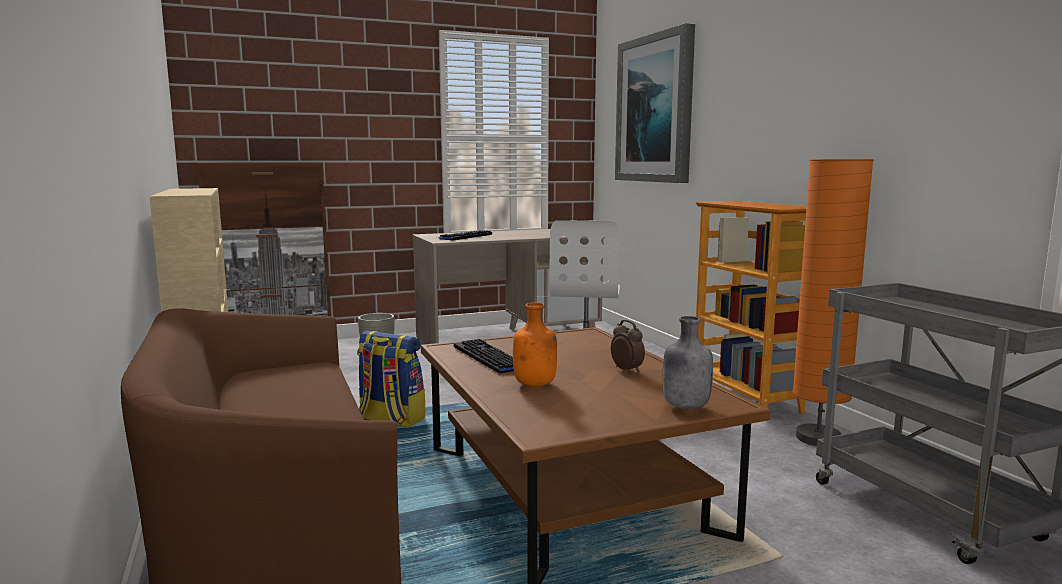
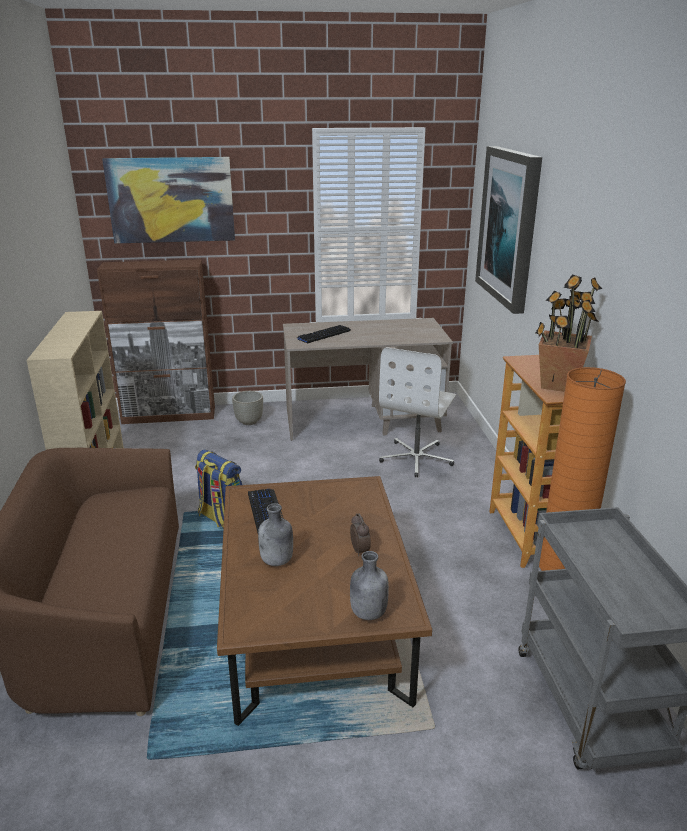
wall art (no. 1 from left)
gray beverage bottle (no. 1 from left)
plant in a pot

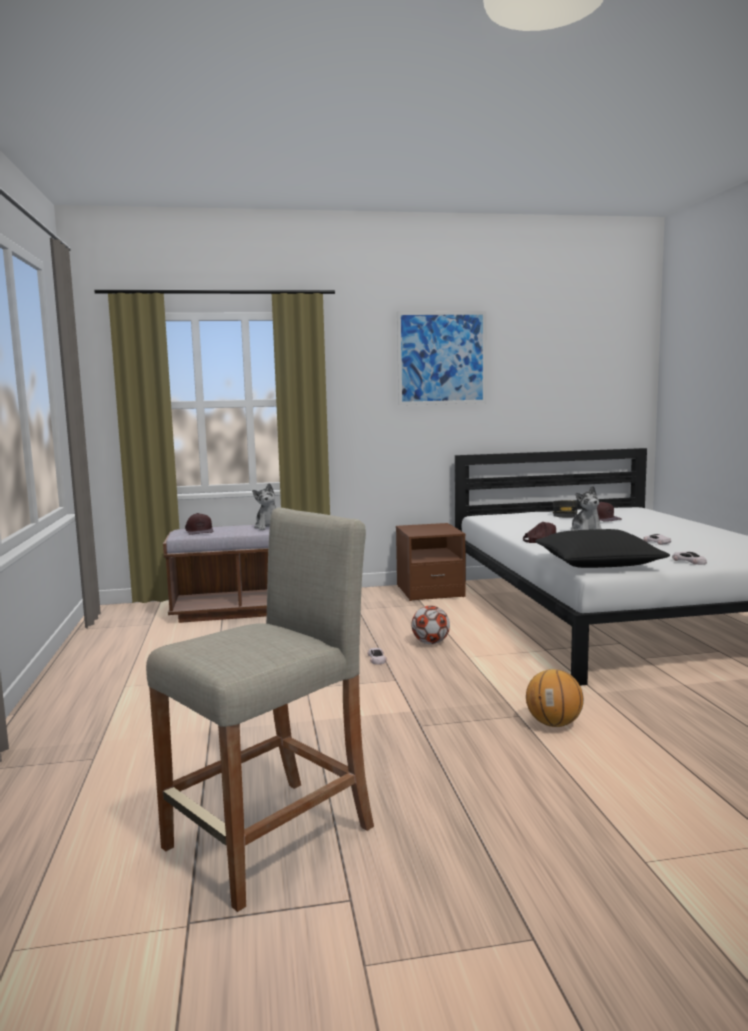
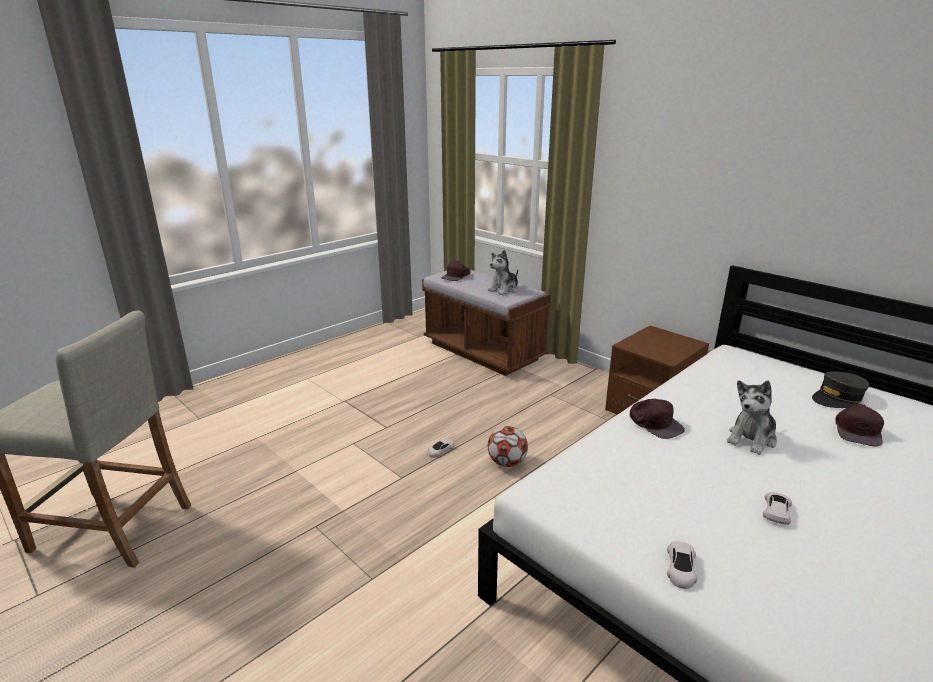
wall art
ball for basketball
black-coloured throw pillow

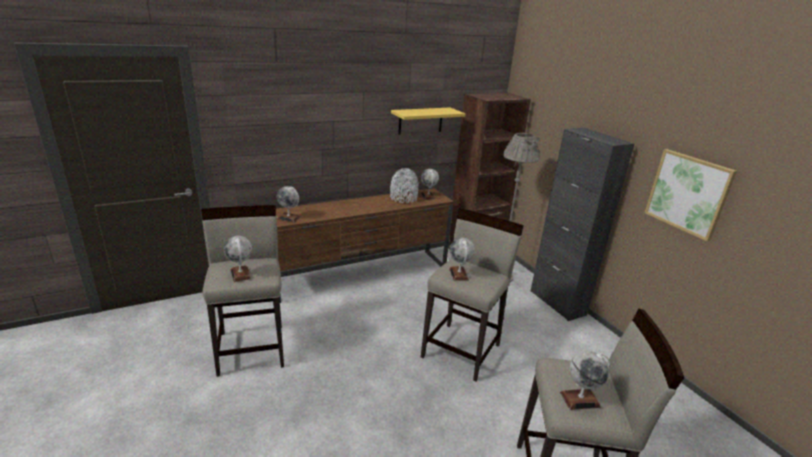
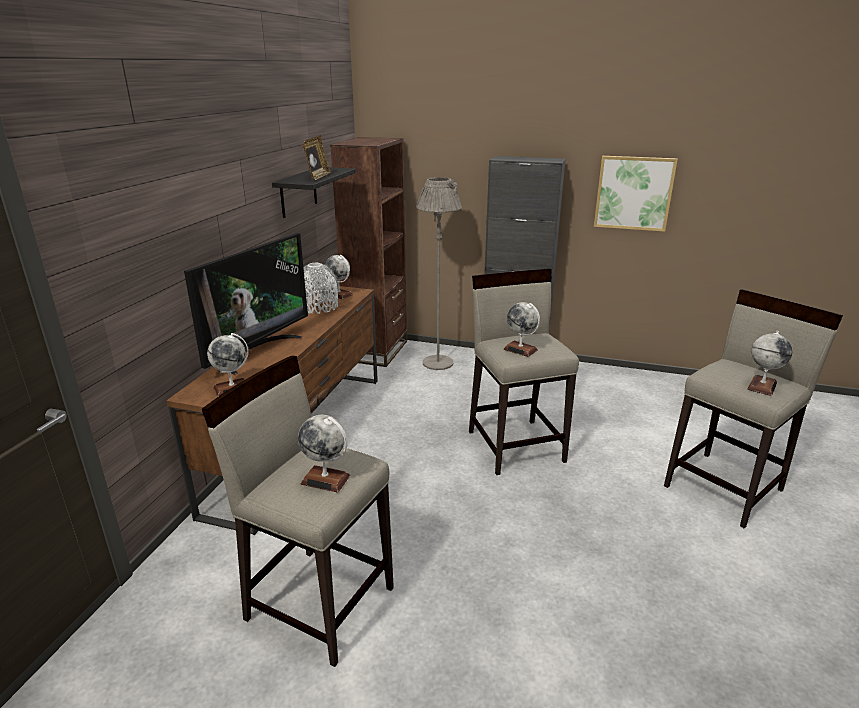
TV
black-coloured shelf
picture frame

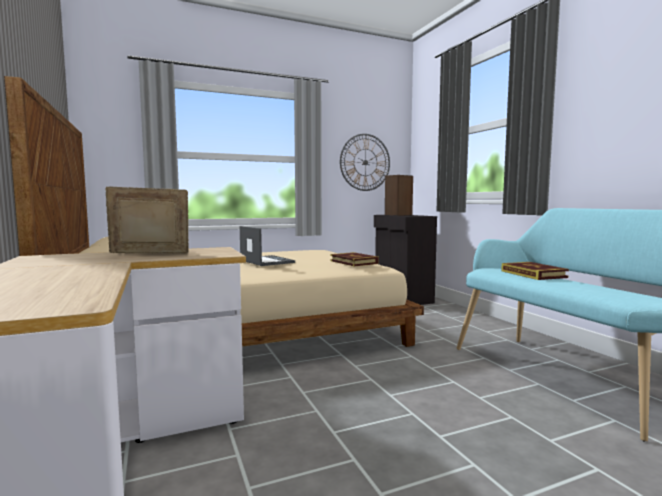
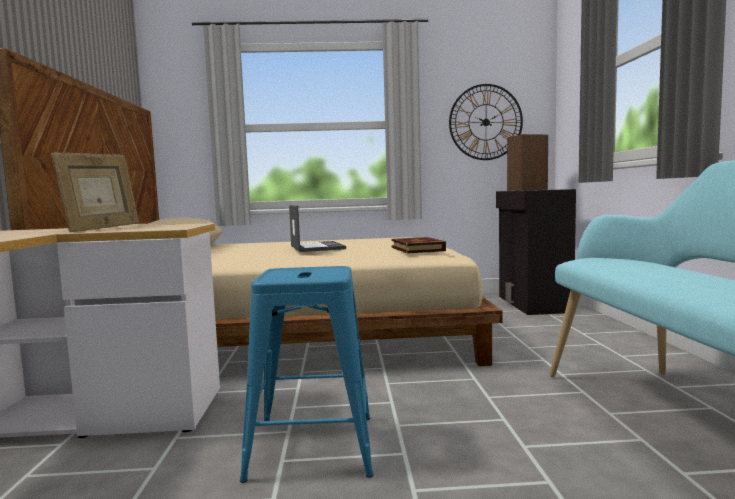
picture frame
bluish stool
book (no. 2 from left in the first image)

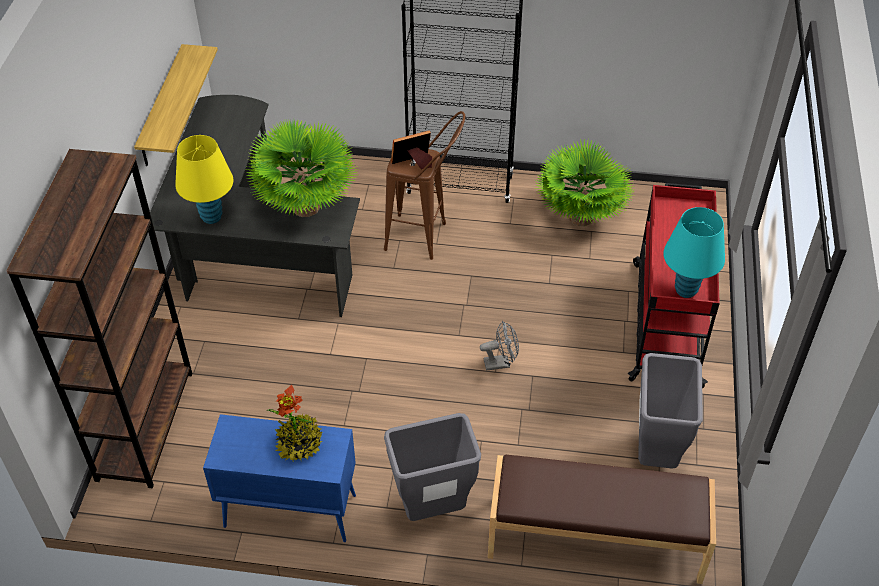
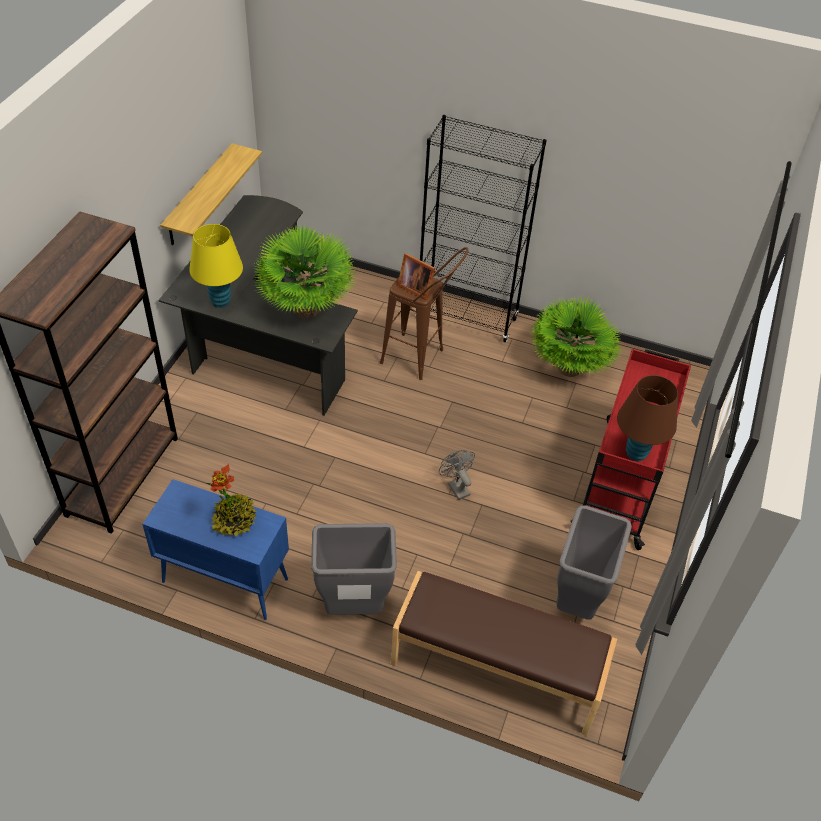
picture frame
gray electric fan
brownish tabletop lamp

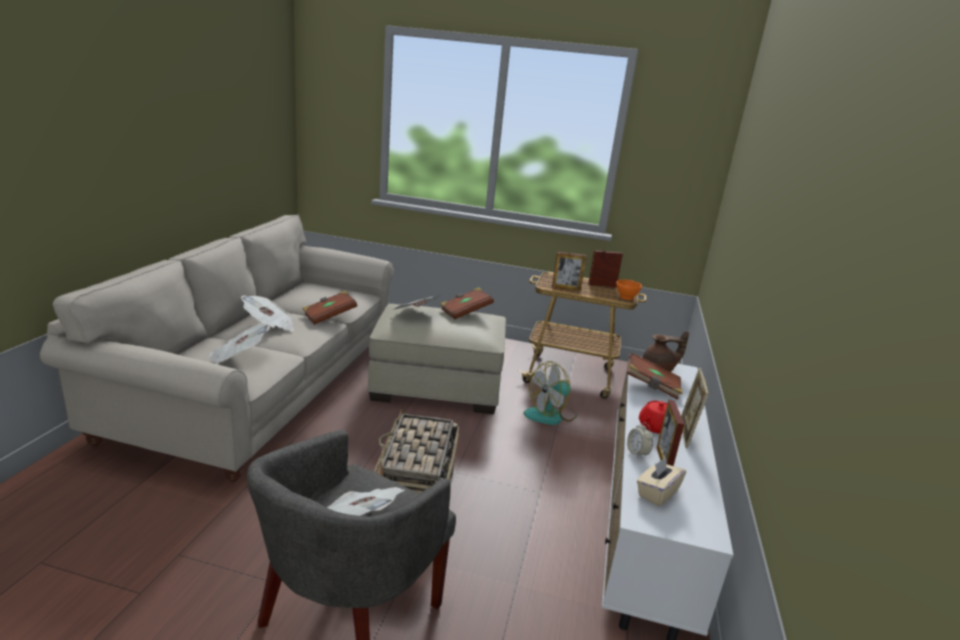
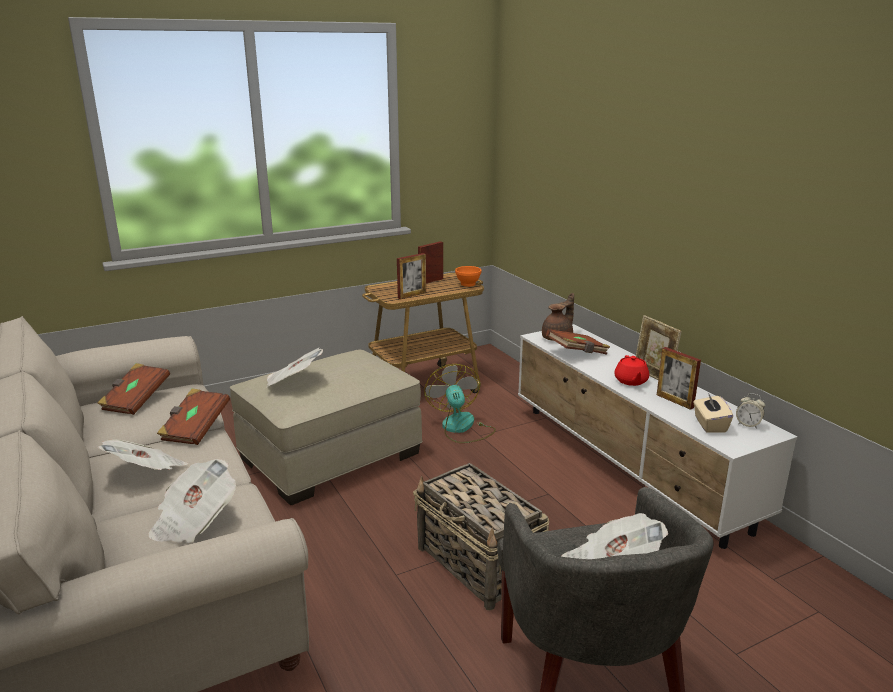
brownish book (no. 1 from left)
electric fan
bedside clock

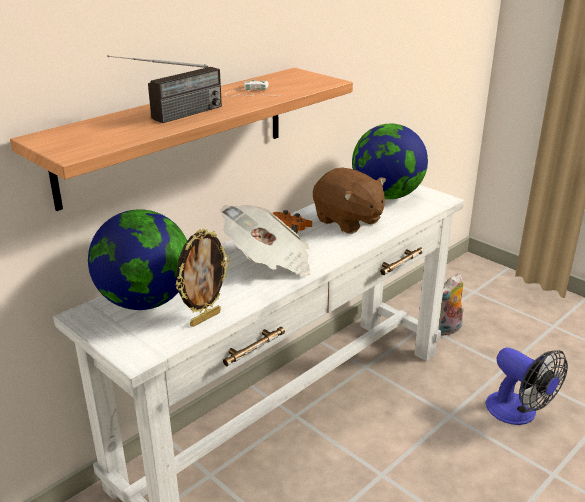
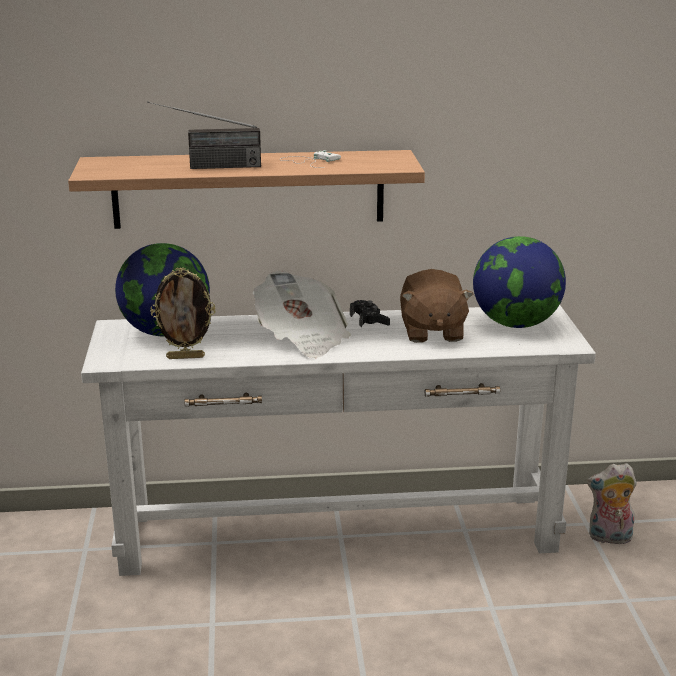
black-coloured joypad
electric fan

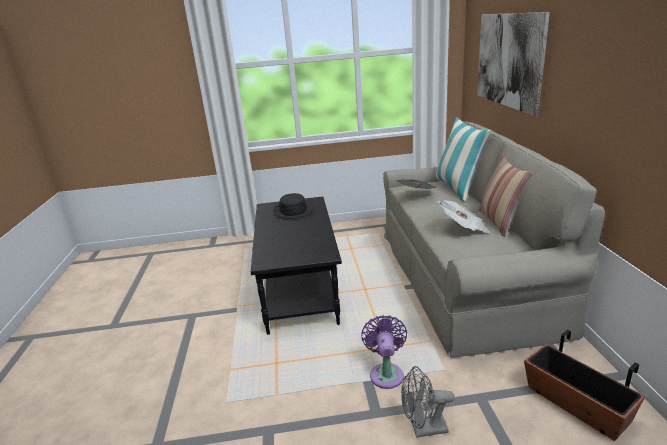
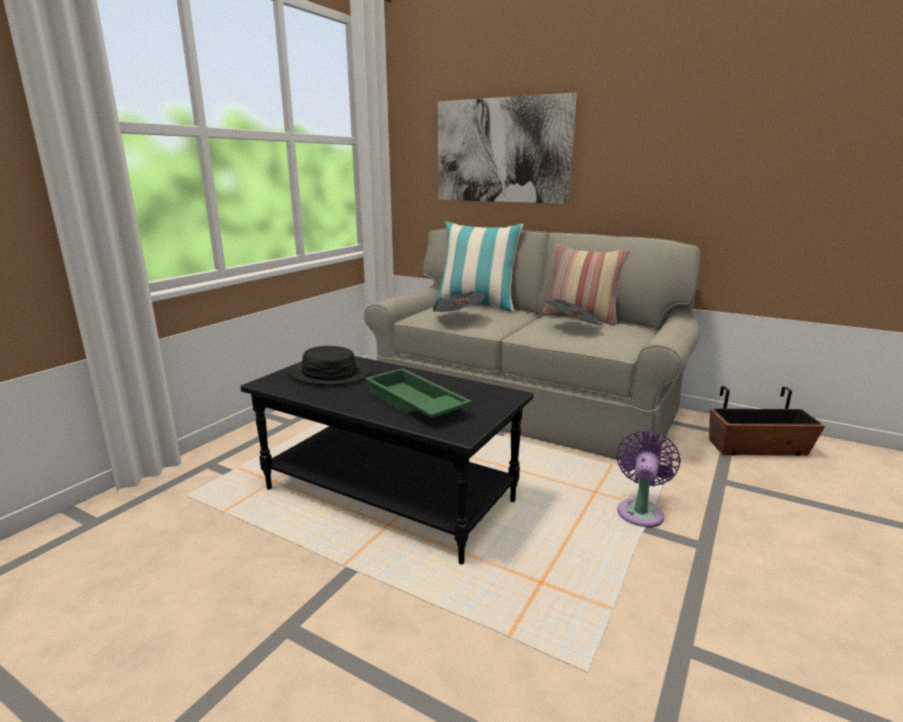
green serving tray
purple-coloured electric fan
gray electric fan

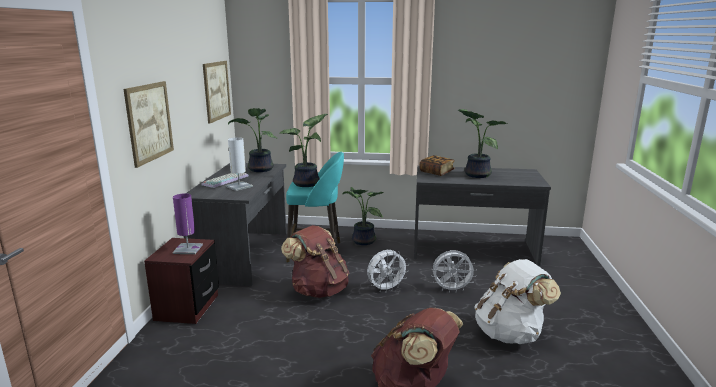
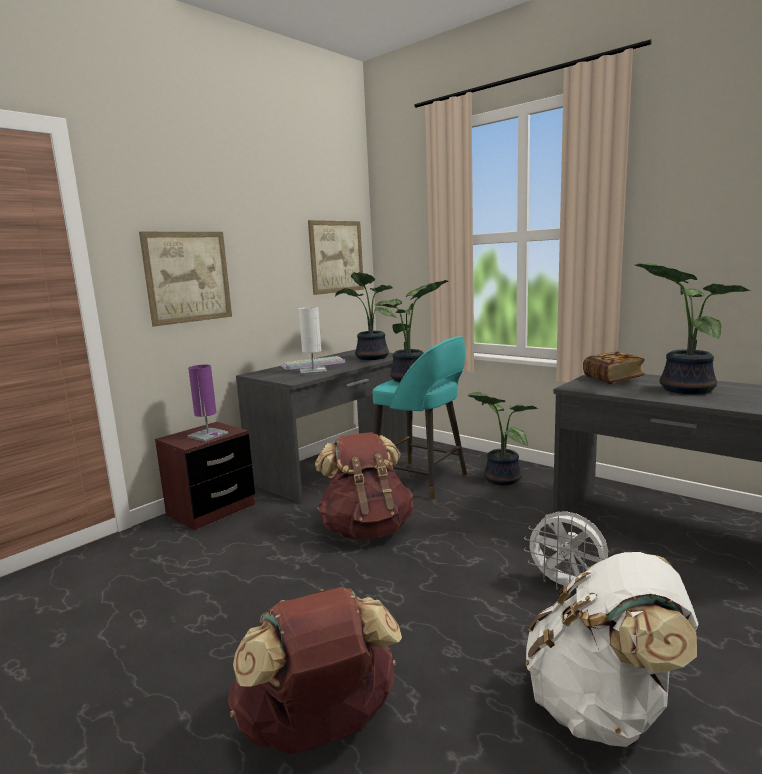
white-coloured electric fan (no. 1 from left in the first image)

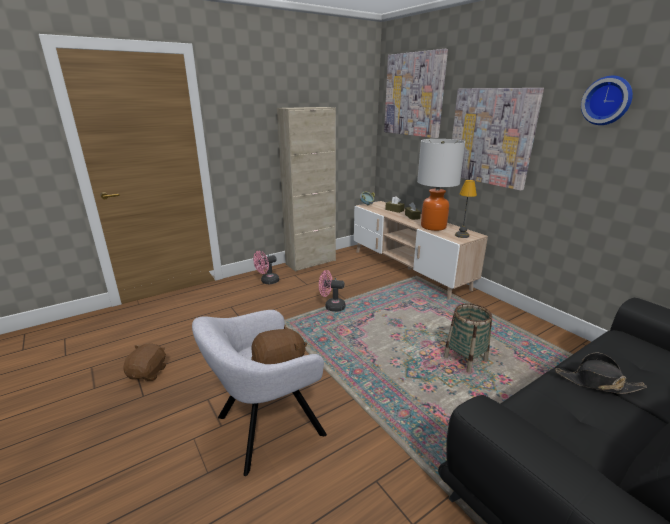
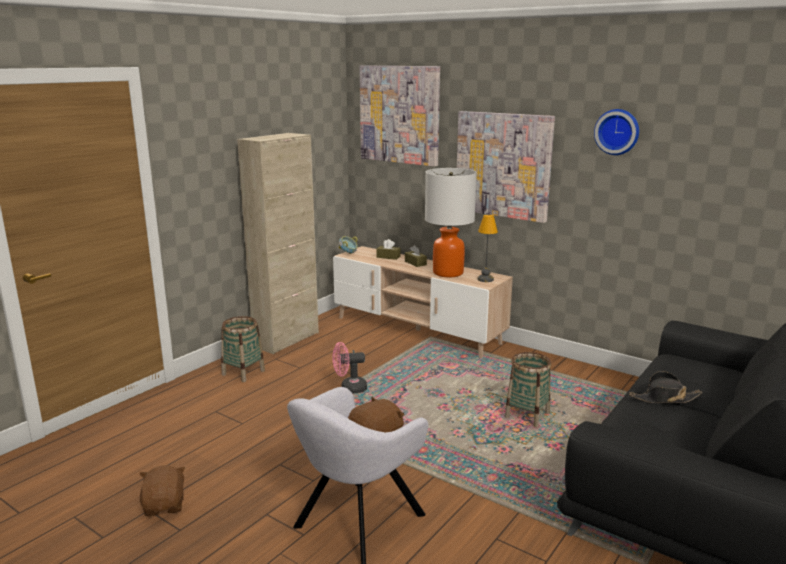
basket (no. 1 from left)

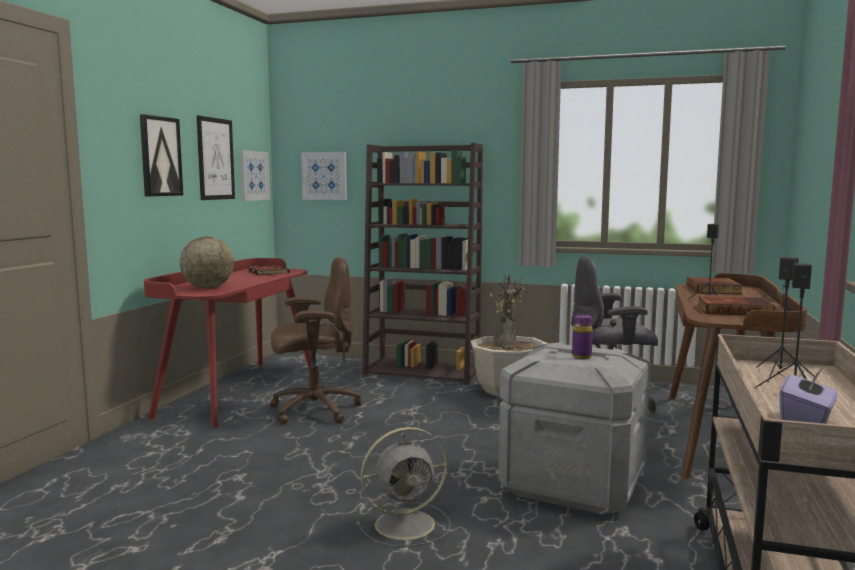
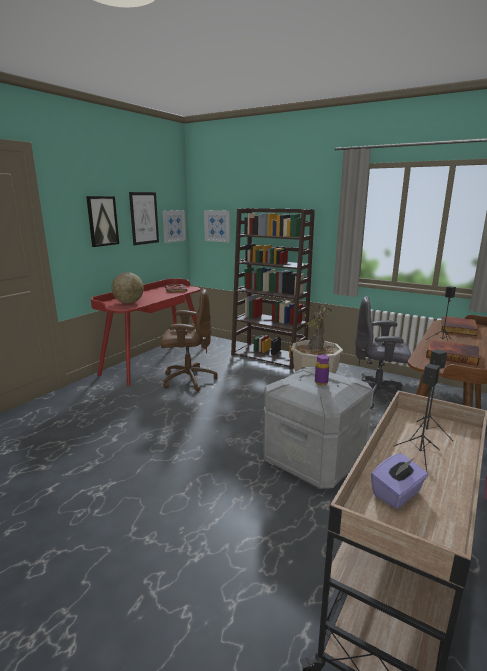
gray electric fan

